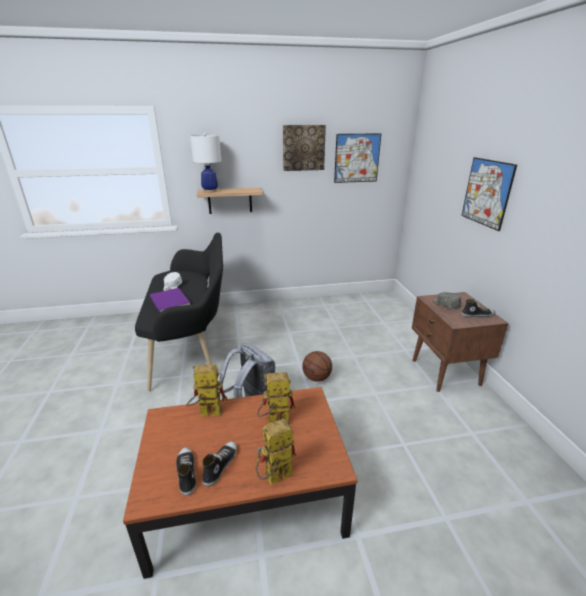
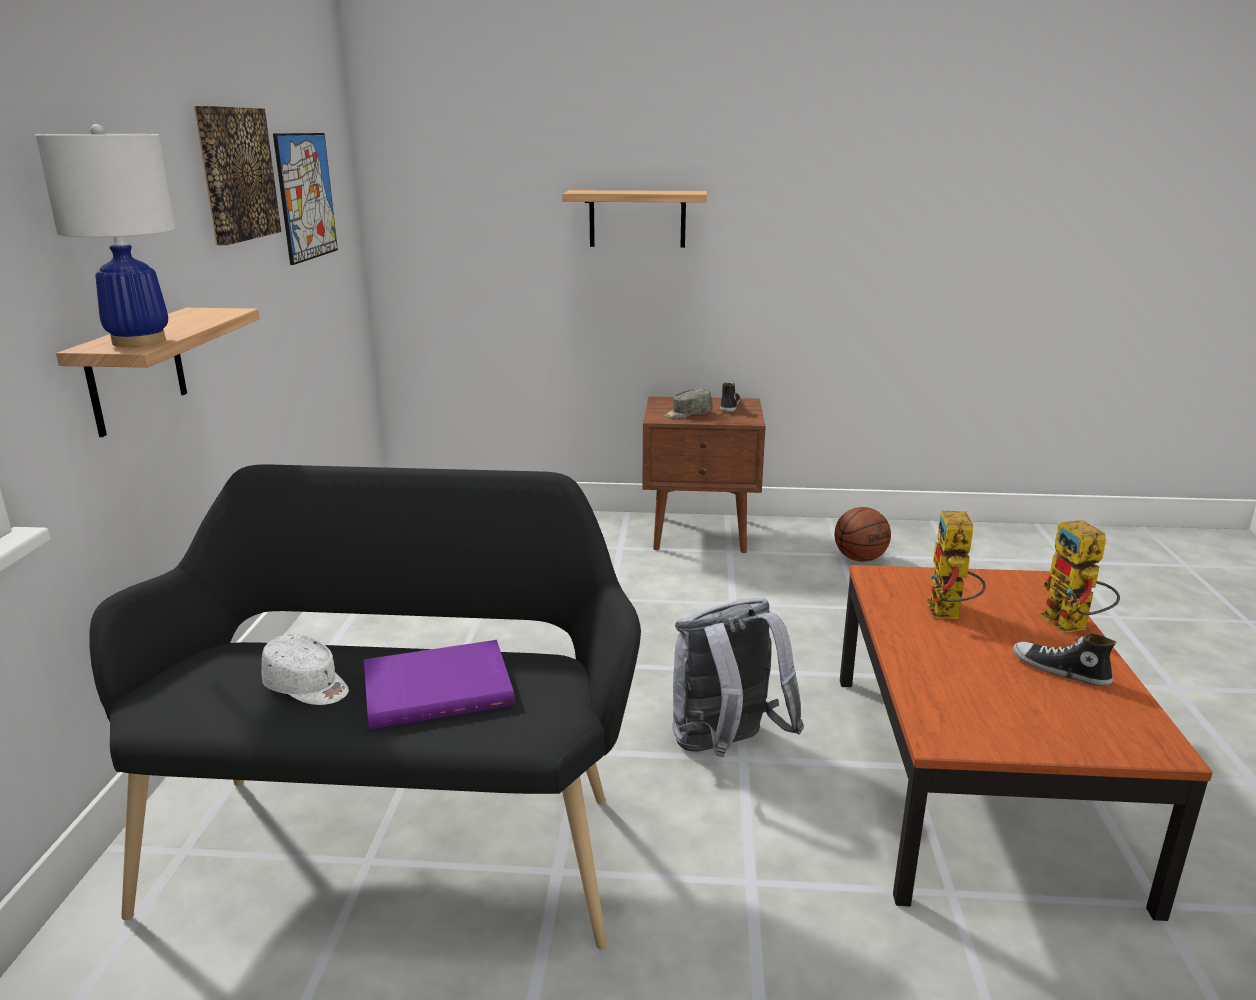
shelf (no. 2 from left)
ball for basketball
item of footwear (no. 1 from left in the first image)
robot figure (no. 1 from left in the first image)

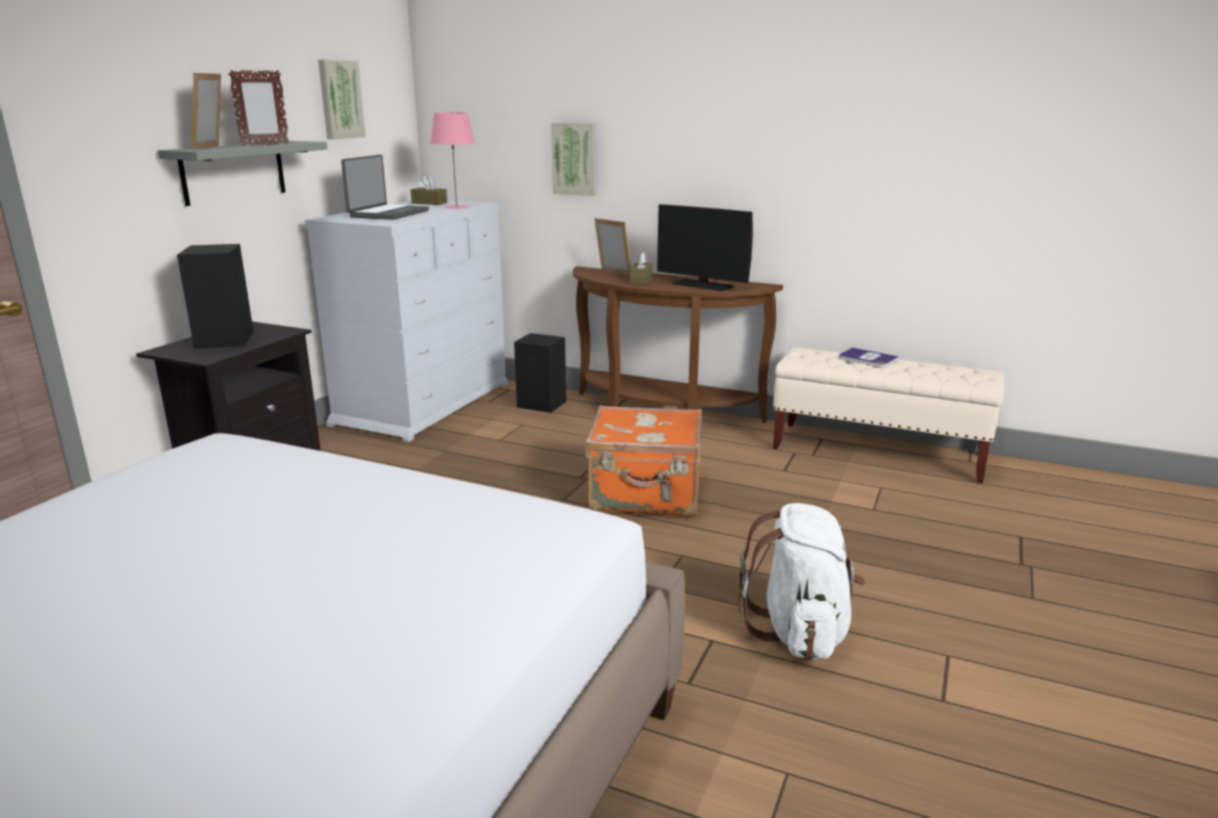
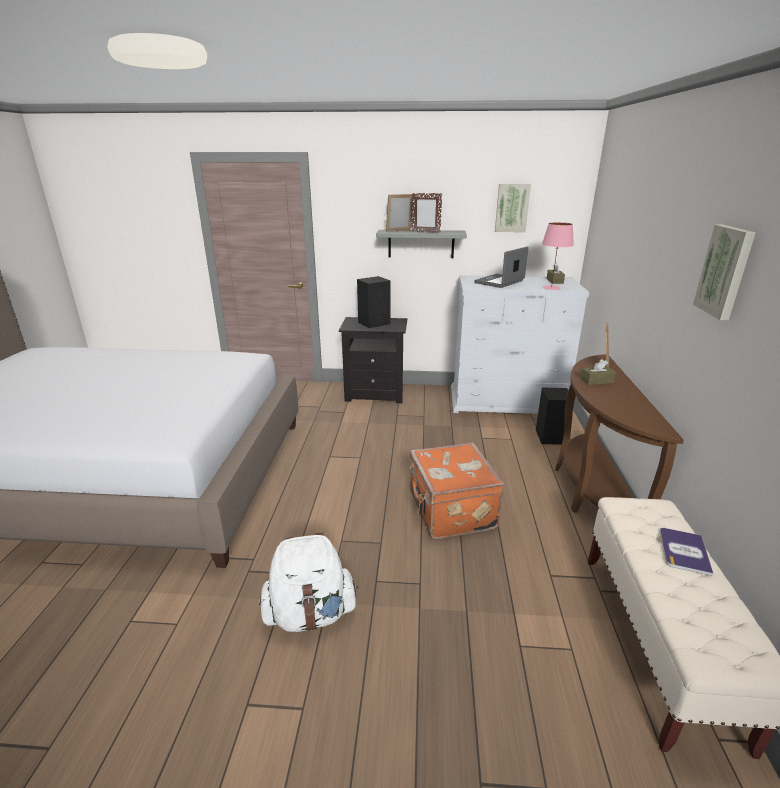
portable computer
wall art (no. 2 from left)
computer display

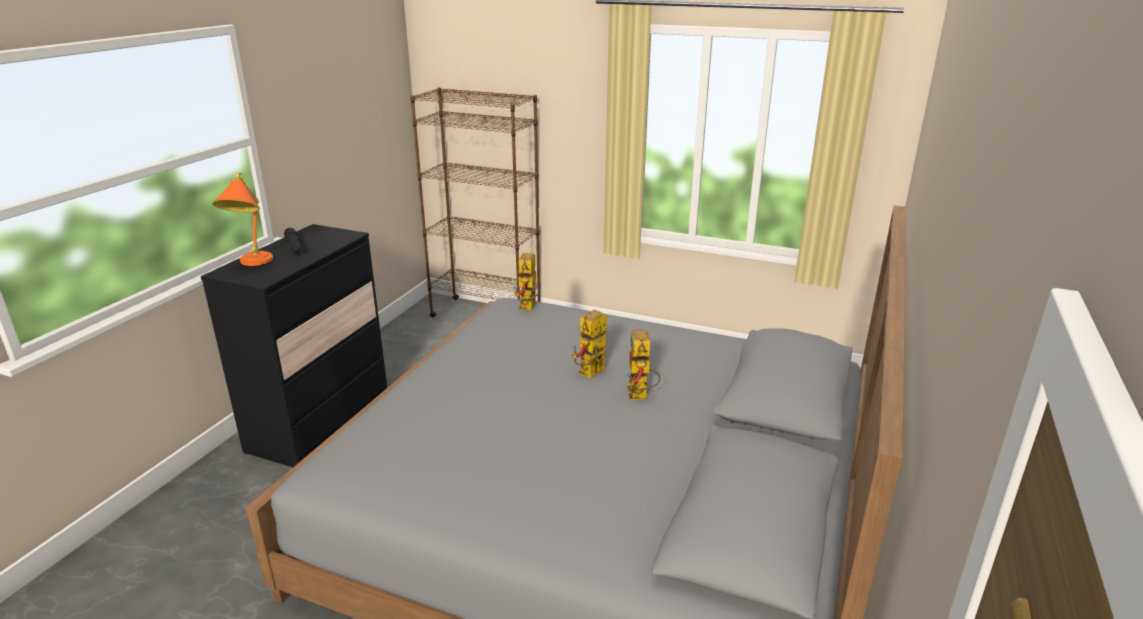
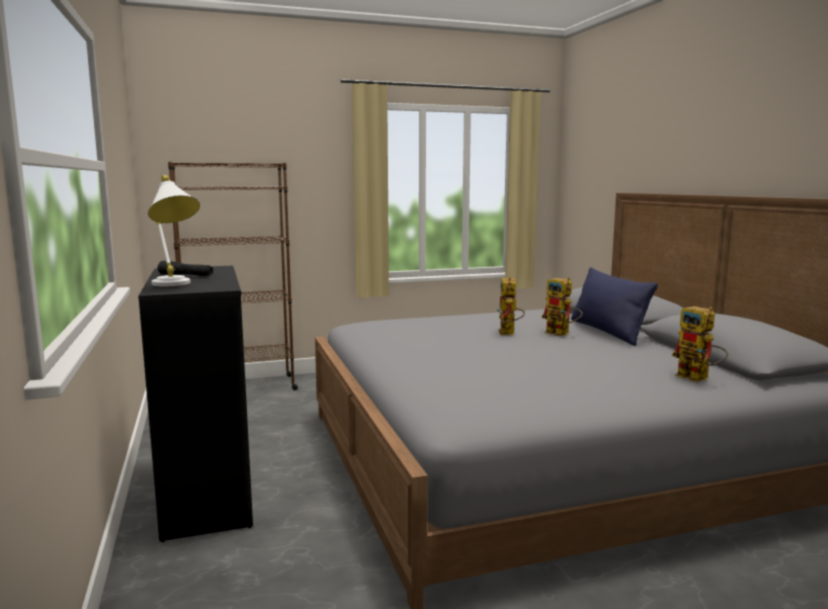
white-coloured tabletop lamp
bluish throw pillow
robot figure (no. 3 from left)

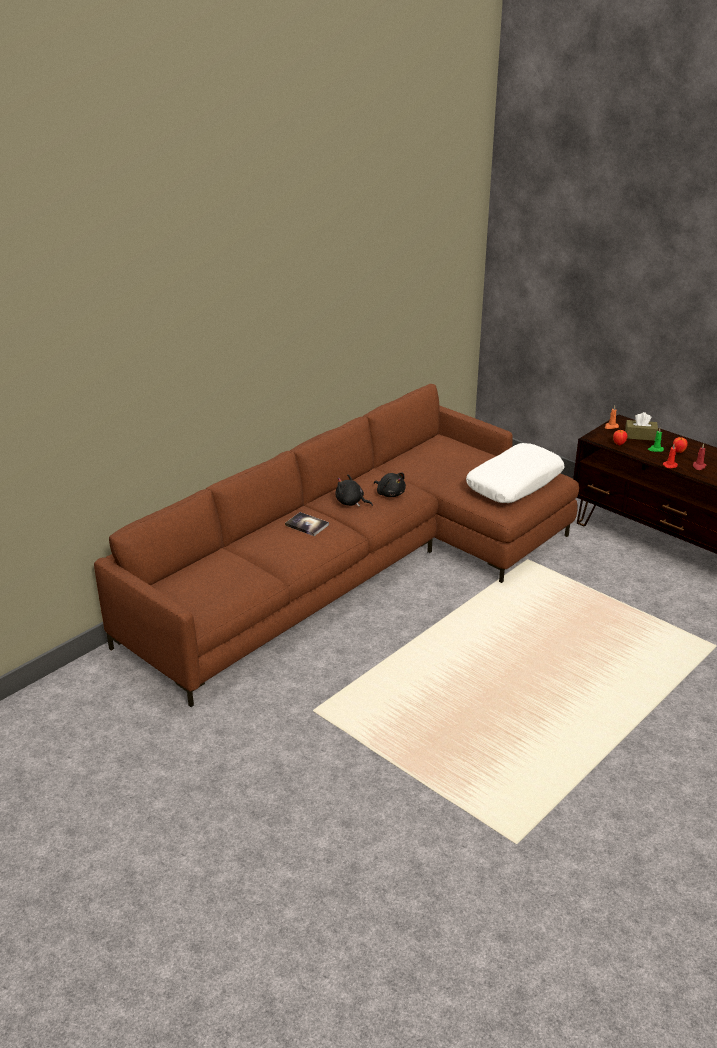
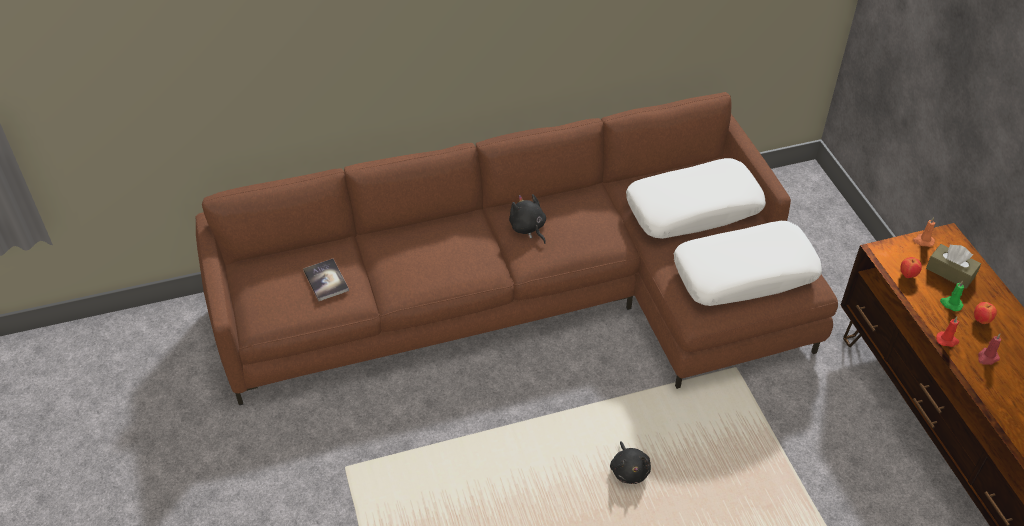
book
black-coloured cuddly toy (no. 2 from left)
white-coloured throw pillow (no. 1 from left)

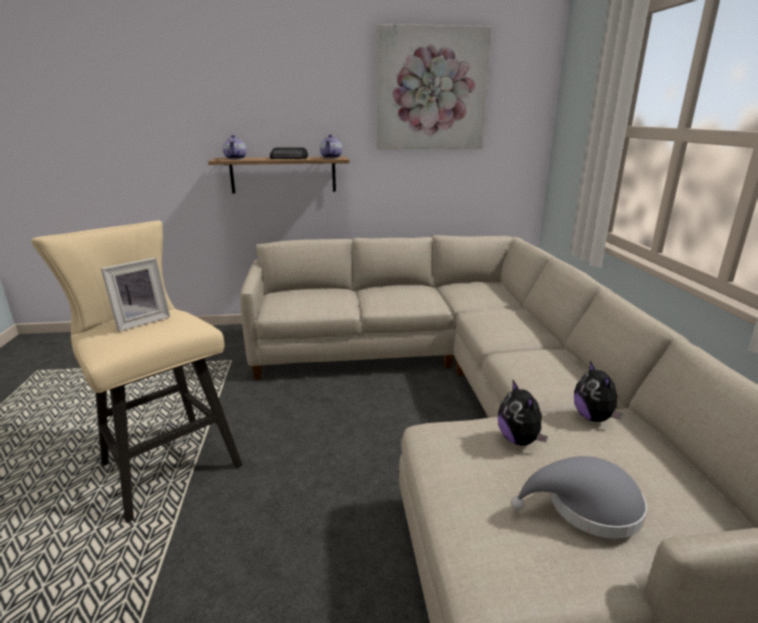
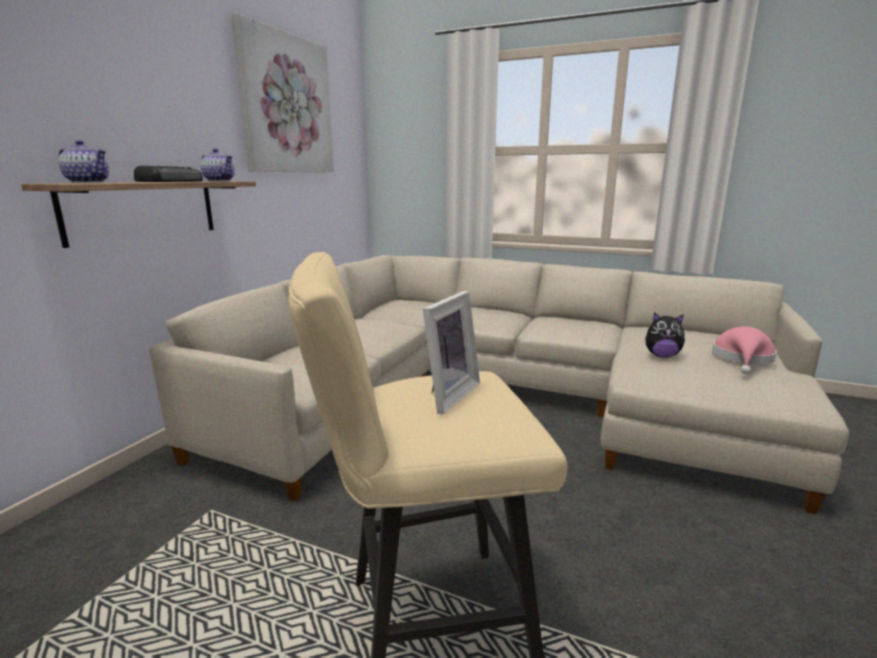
picture frame
pinkish hat
cuddly toy (no. 2 from left in the first image)

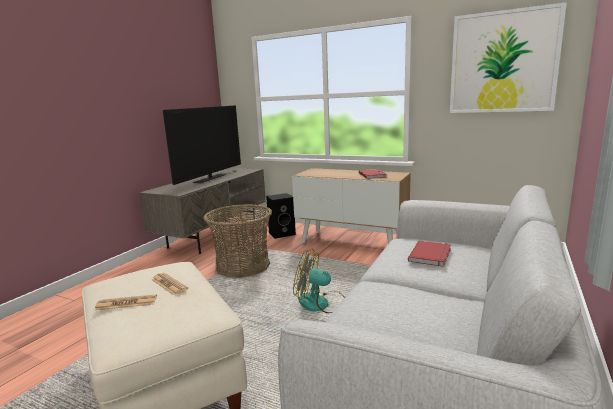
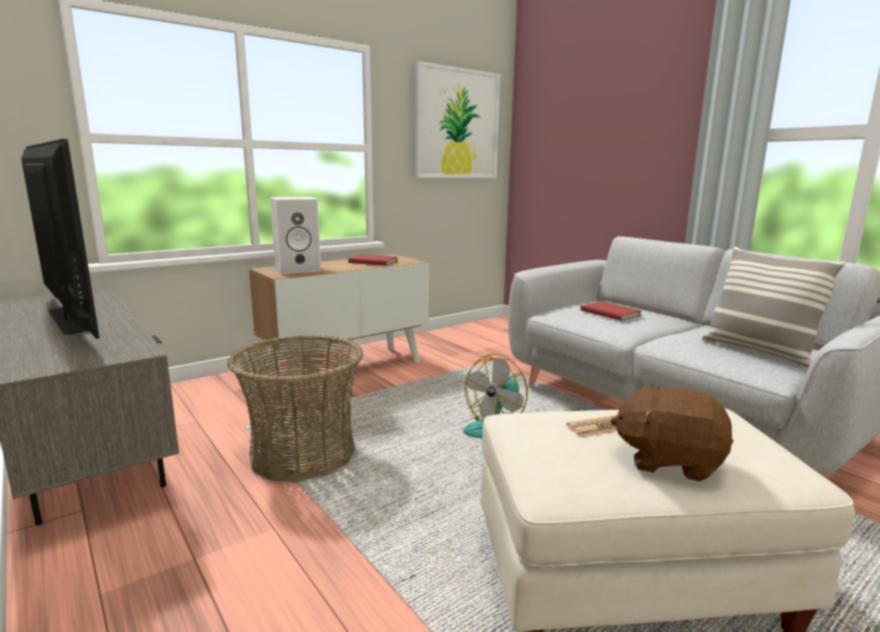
white-coloured speaker
brownish cuddly toy
throw pillow
black-coloured speaker

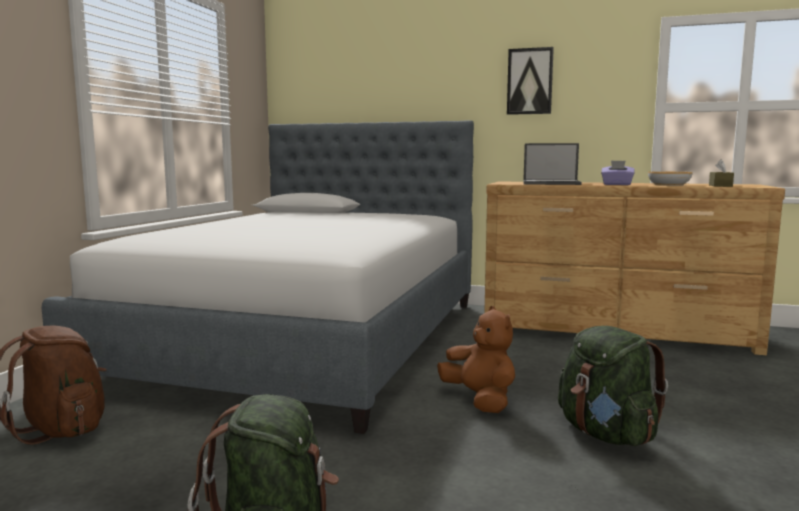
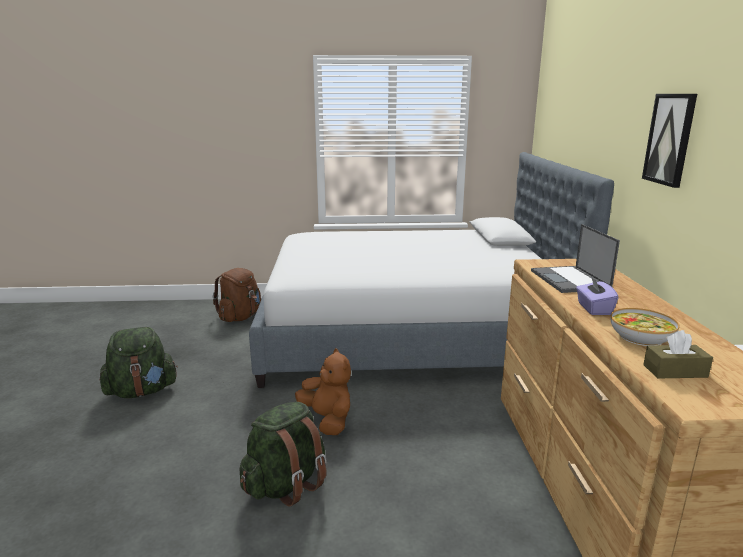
brownish cuddly toy

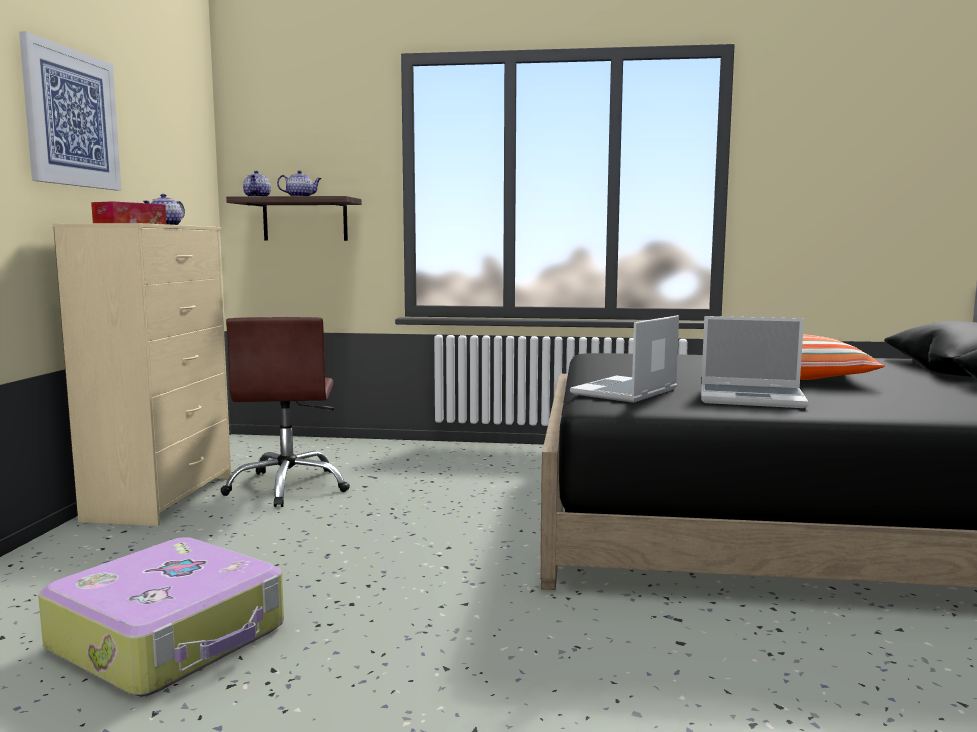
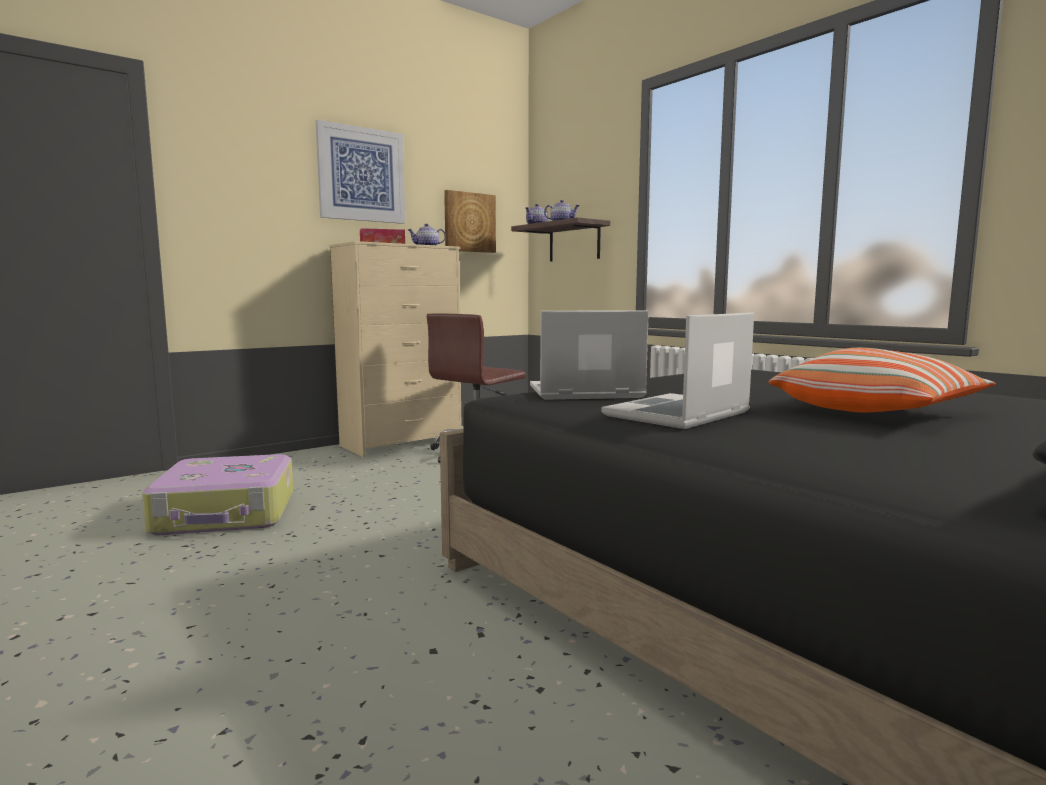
wall art (no. 2 from left)
portable computer (no. 2 from left)

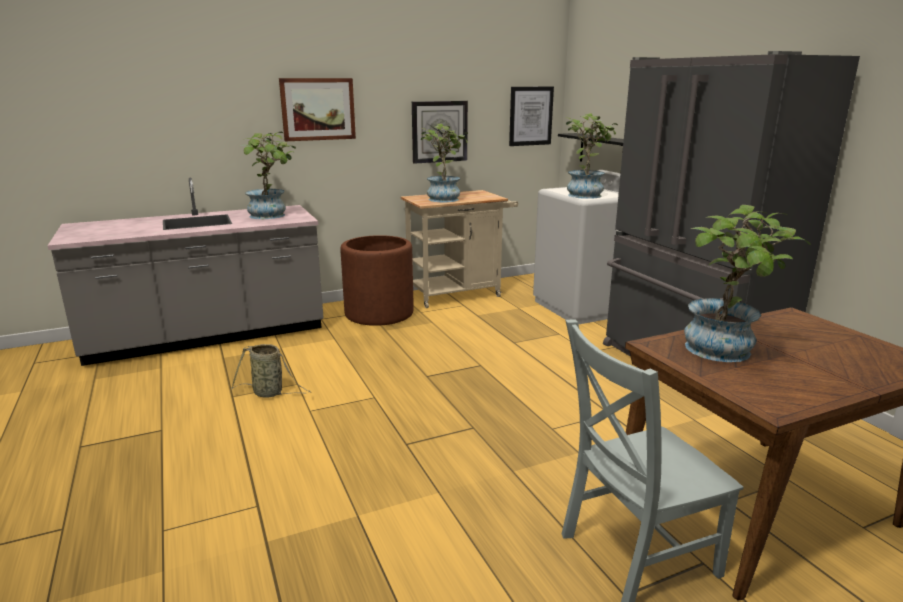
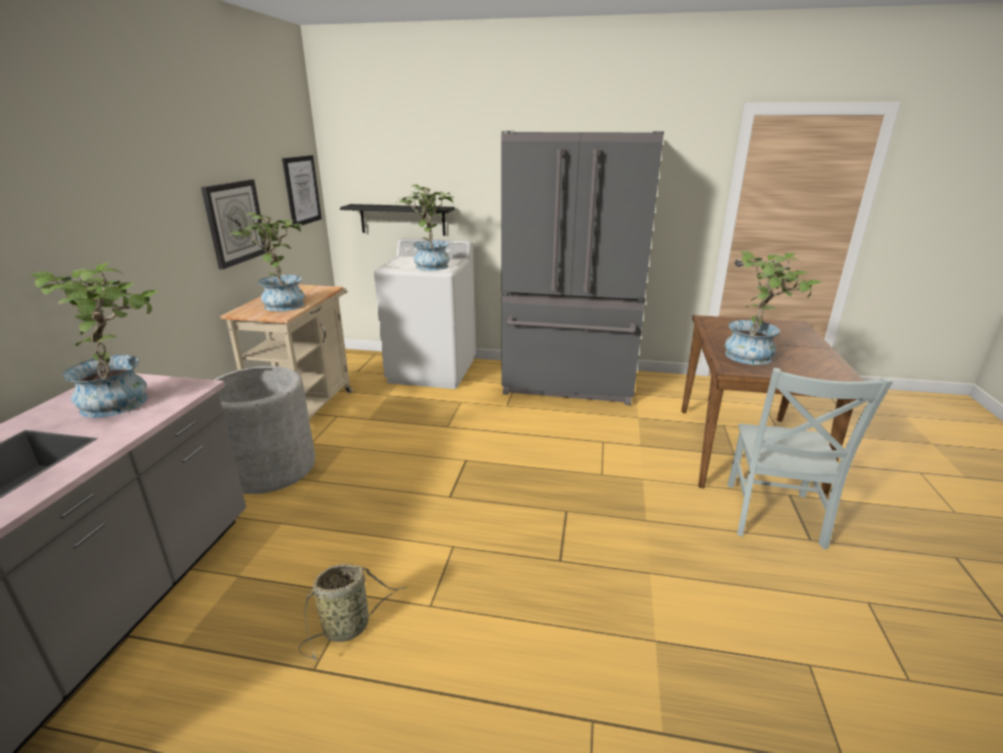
gray planter
wall art (no. 1 from left in the first image)

